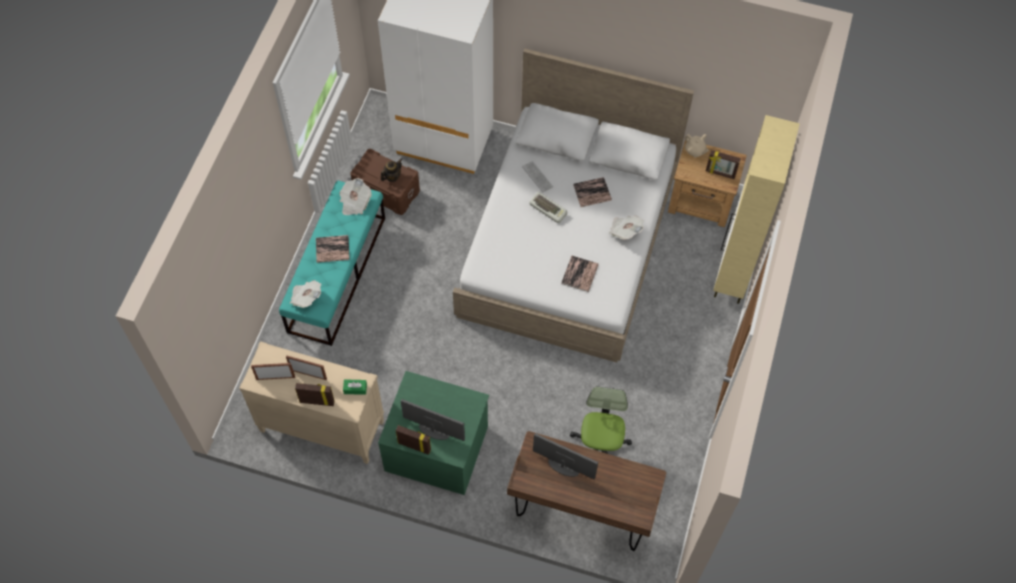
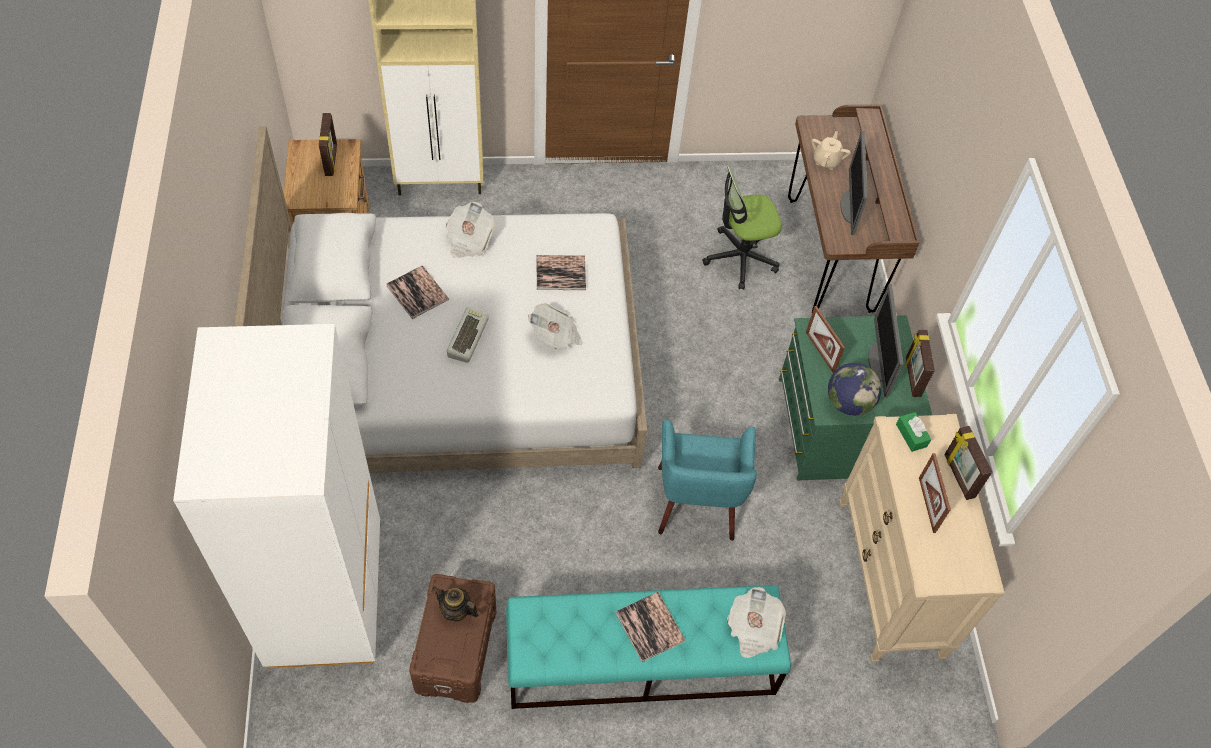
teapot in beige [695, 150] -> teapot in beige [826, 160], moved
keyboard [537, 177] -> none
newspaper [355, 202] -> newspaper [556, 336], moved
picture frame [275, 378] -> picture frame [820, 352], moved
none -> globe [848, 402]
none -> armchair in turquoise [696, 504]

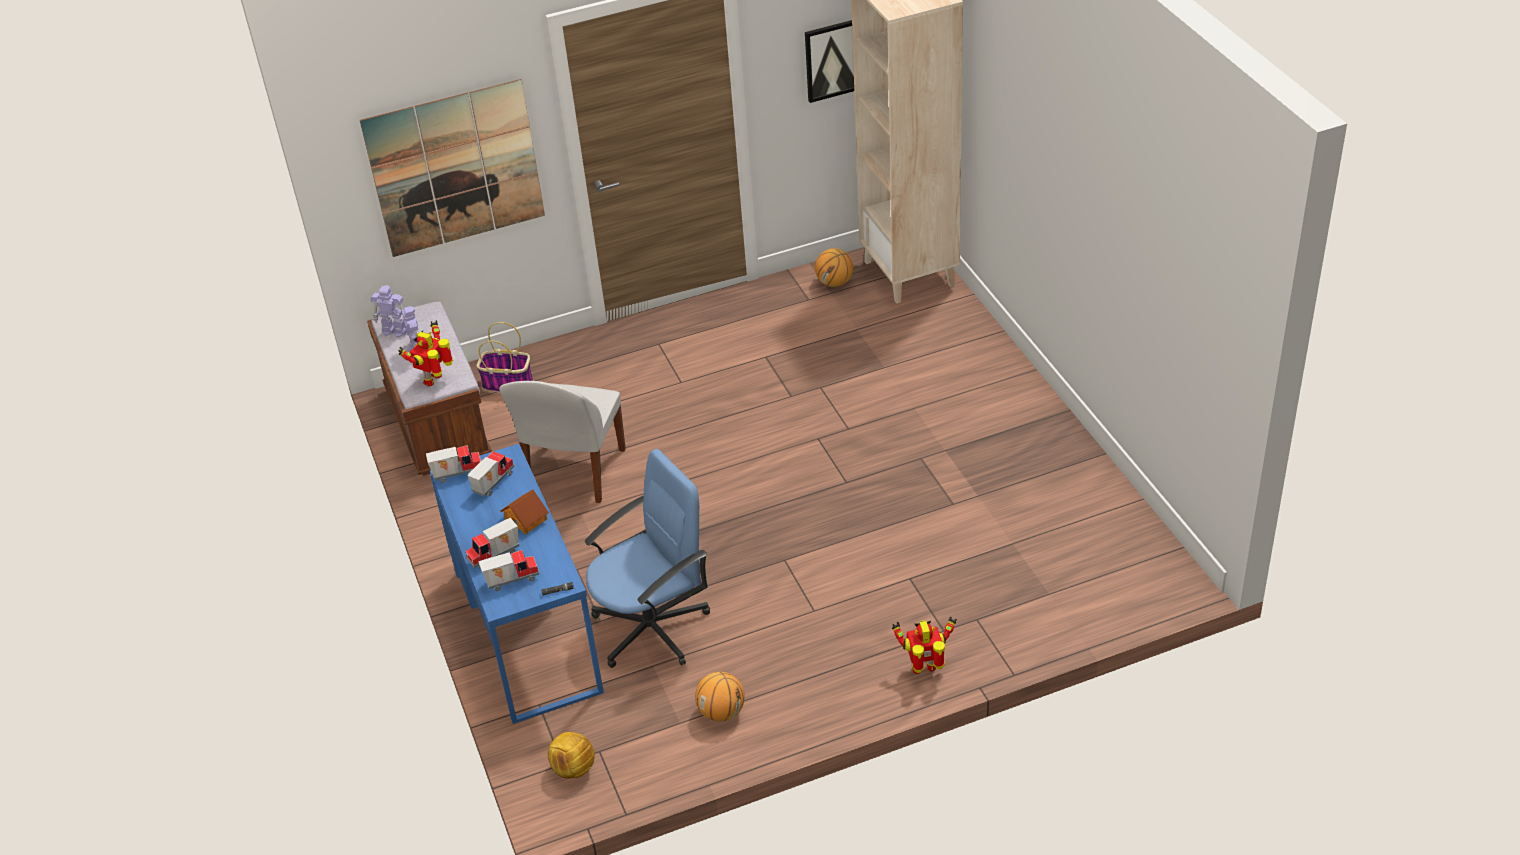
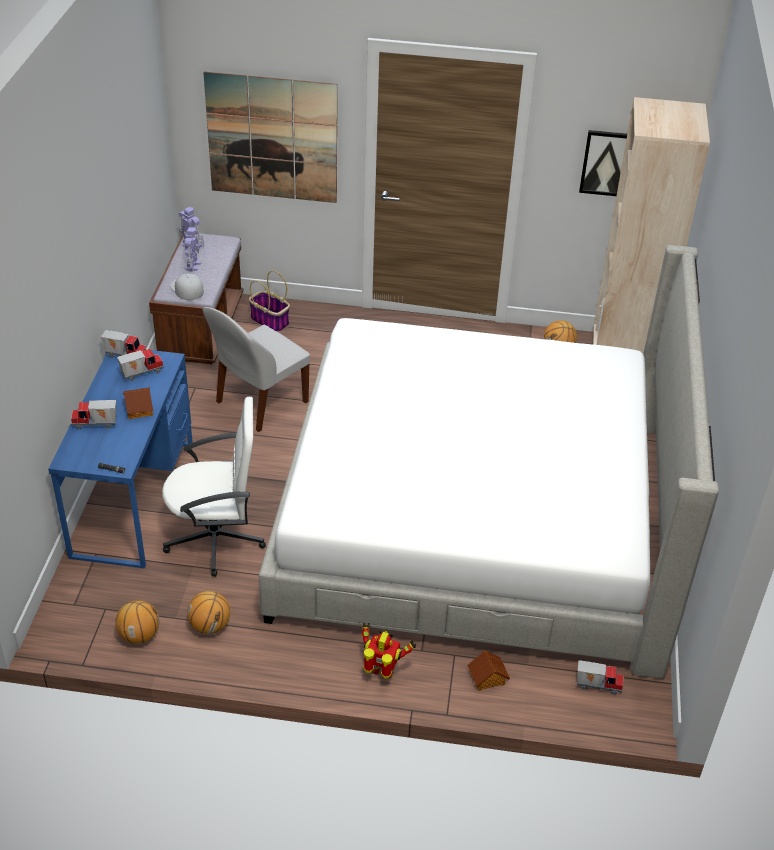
toy robot [435, 379] -> cap in white [186, 289]
office chair in blue [652, 628] -> office chair in white [217, 539]
toy truck [511, 579] -> toy truck [597, 685], moved
football [573, 769] -> none
none -> bed [476, 518]
none -> basketball [139, 635]
none -> toy house [487, 678]

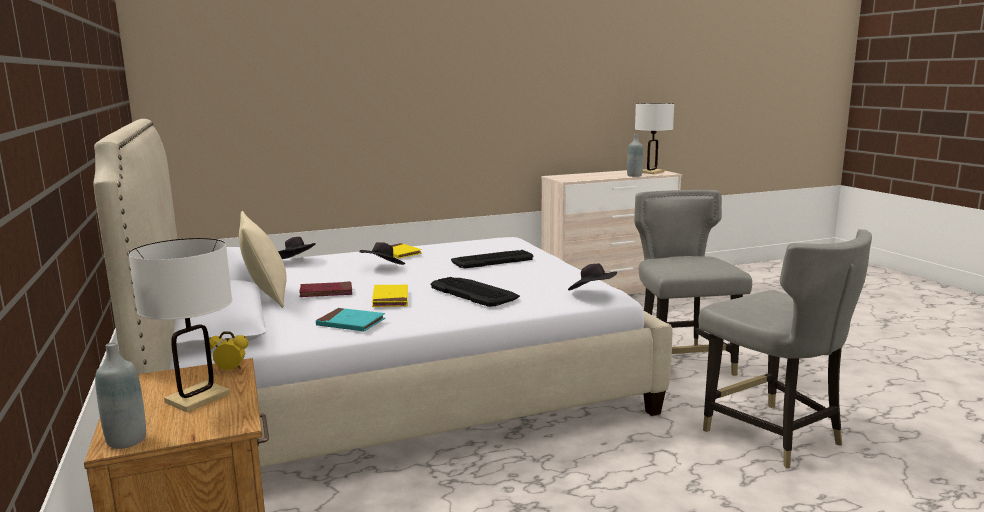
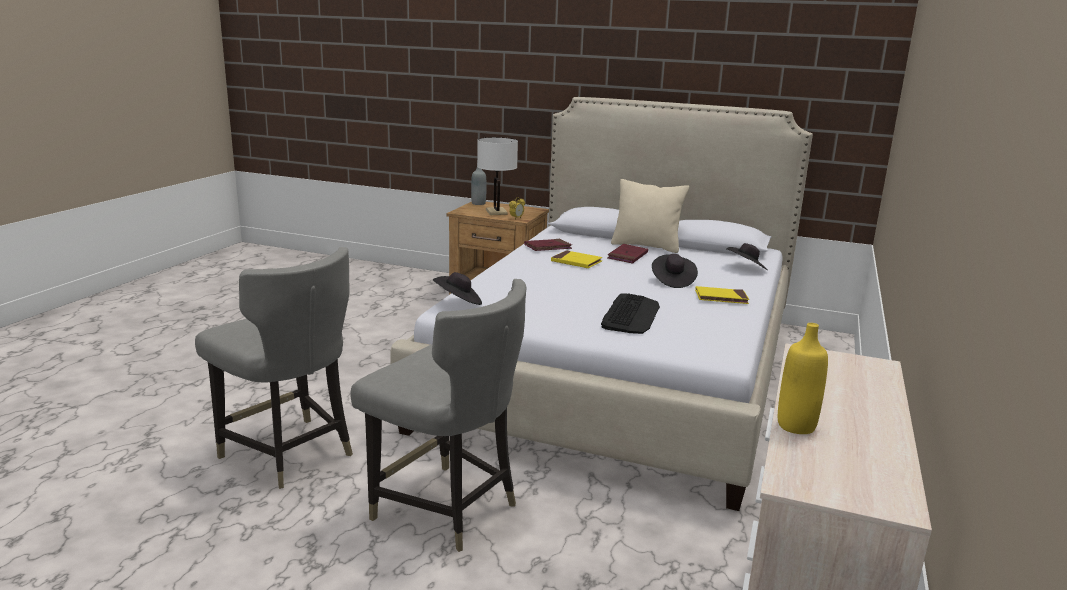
table lamp in white [651, 172] -> none
bottle in grey [634, 175] -> bottle in yellow [796, 426]
chair in grey [772, 435] -> chair in grey [289, 454], 150 degrees counterclockwise
keyboard [474, 292] -> none
book in turquoise [351, 323] -> book in red [548, 247]

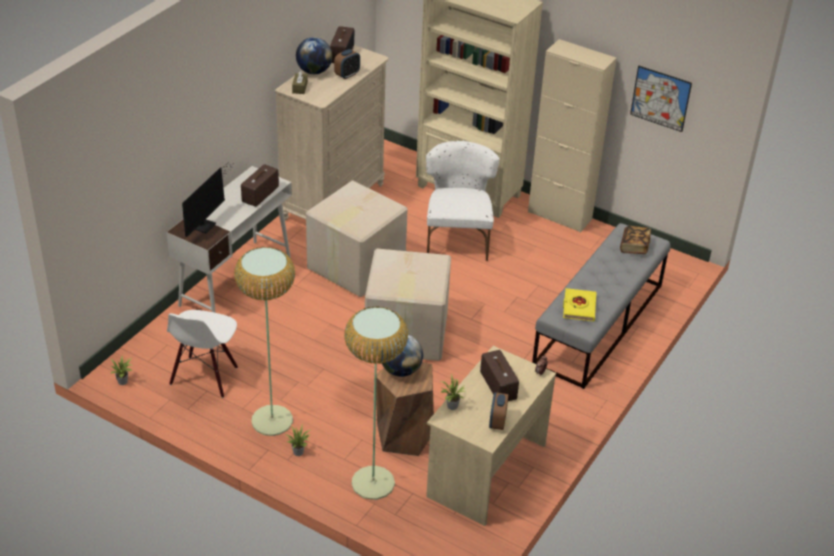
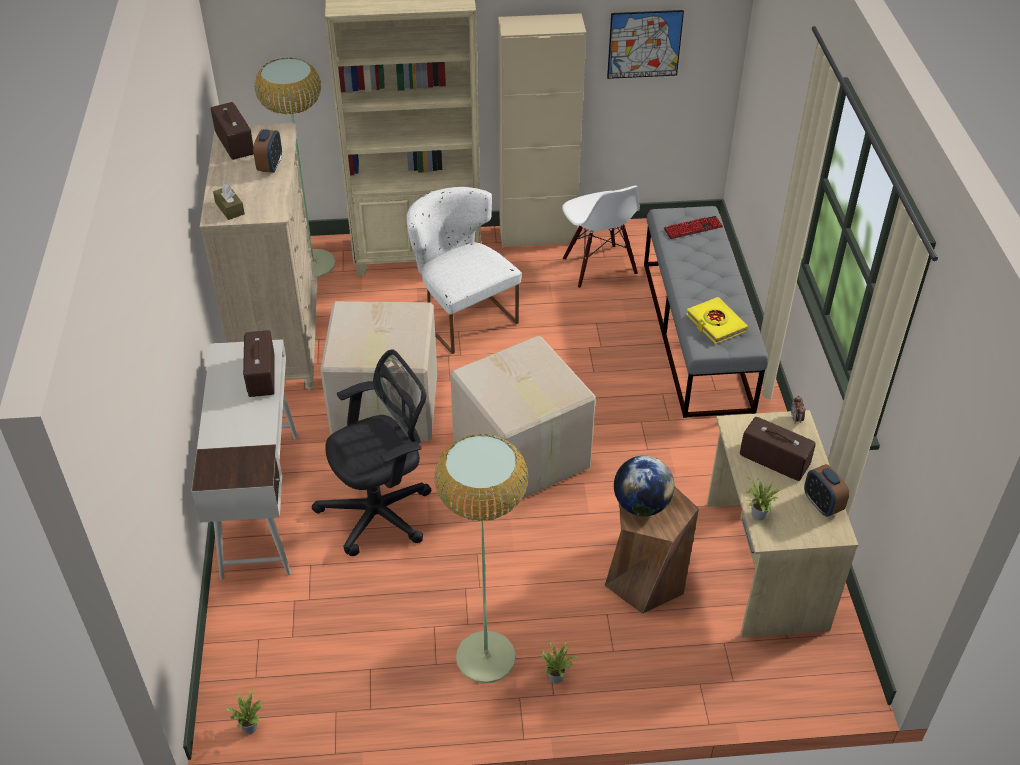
globe [314, 71] -> none
monitor [206, 224] -> none
book [634, 246] -> keyboard [693, 228]
floor lamp [373, 482] -> floor lamp [313, 264], moved
chair in white [204, 377] -> chair in white [598, 267], moved
none -> office chair in black [381, 512]

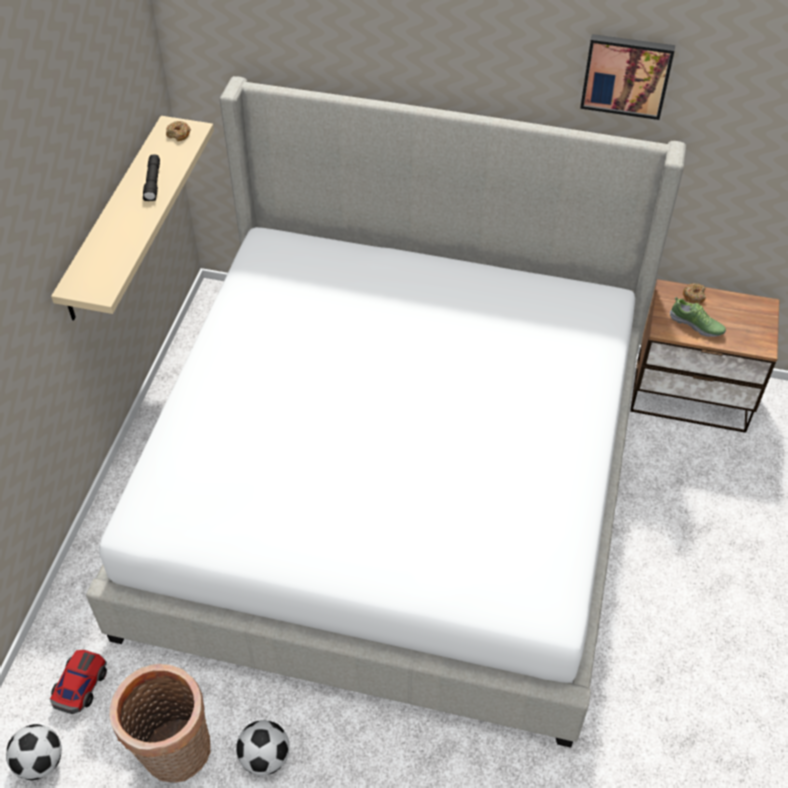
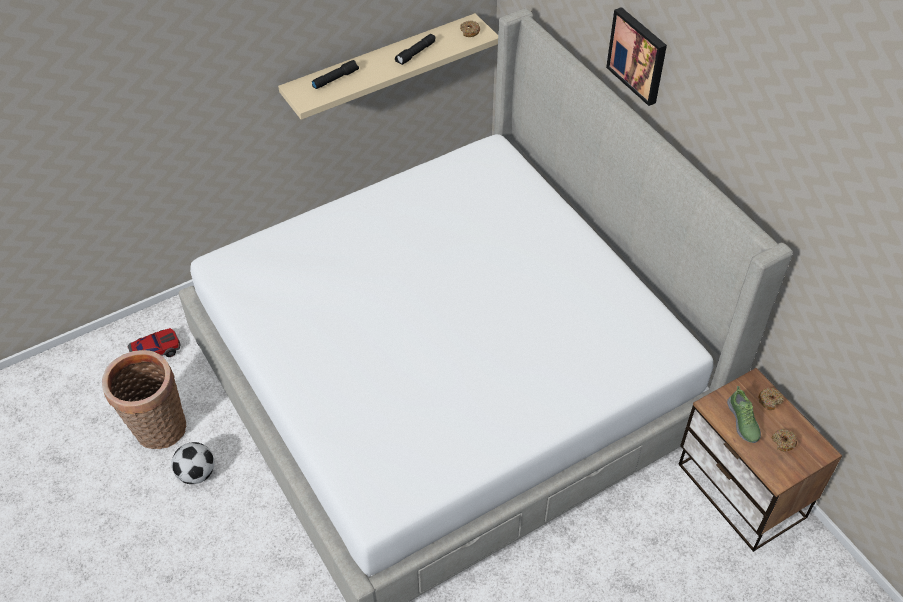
picture [626, 74] -> picture [638, 55], moved
football [40, 762] -> none
none -> flashlight in black [335, 78]
none -> donut [783, 442]

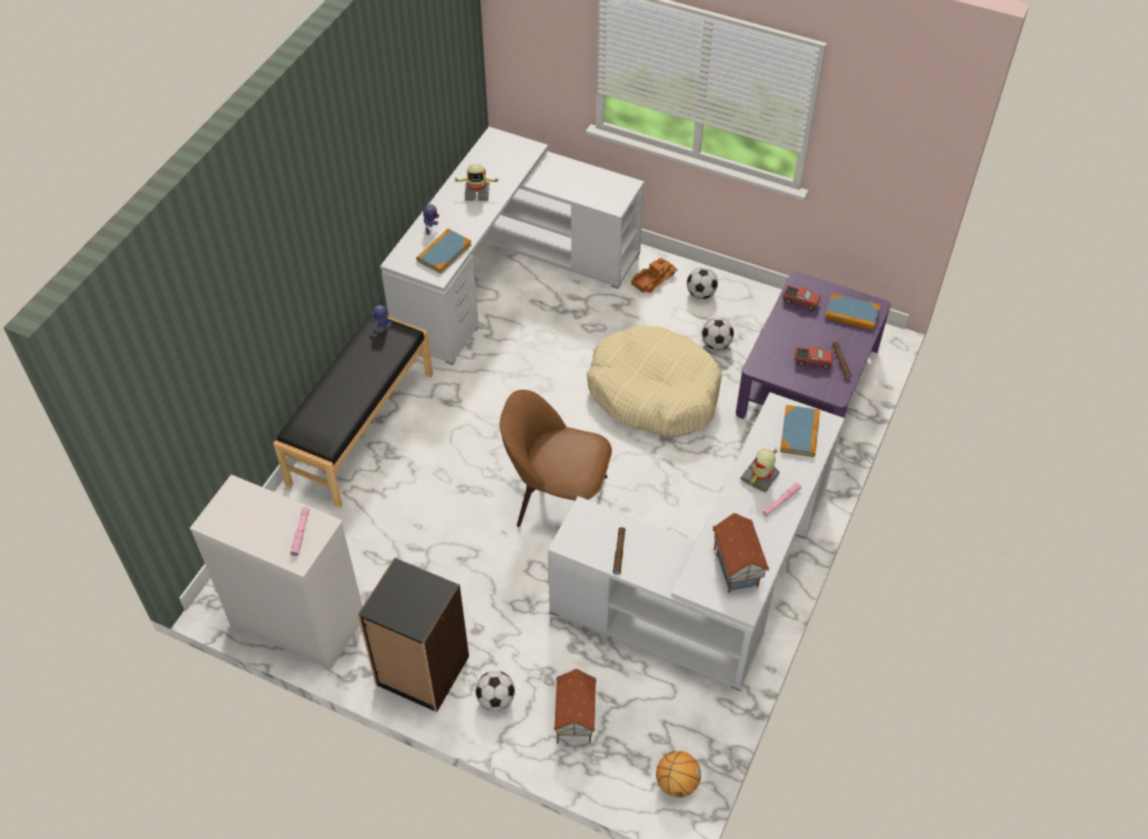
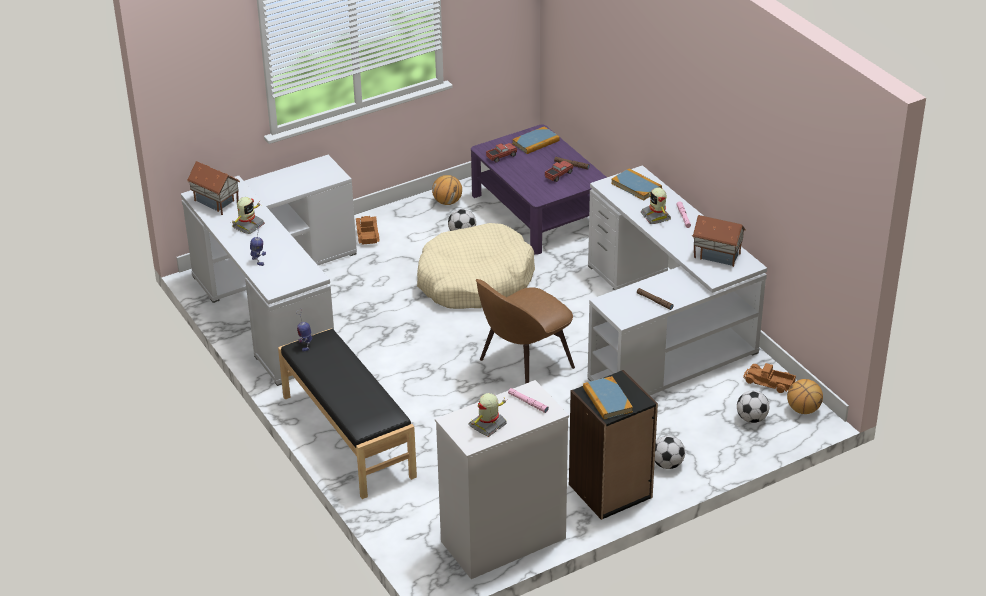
book [444, 253] -> book [607, 400], moved
football [701, 294] -> football [751, 418], moved
toy house [574, 719] -> toy house [215, 203], moved
none -> basketball [447, 202]
none -> toy truck [769, 383]
none -> toy robot [488, 425]

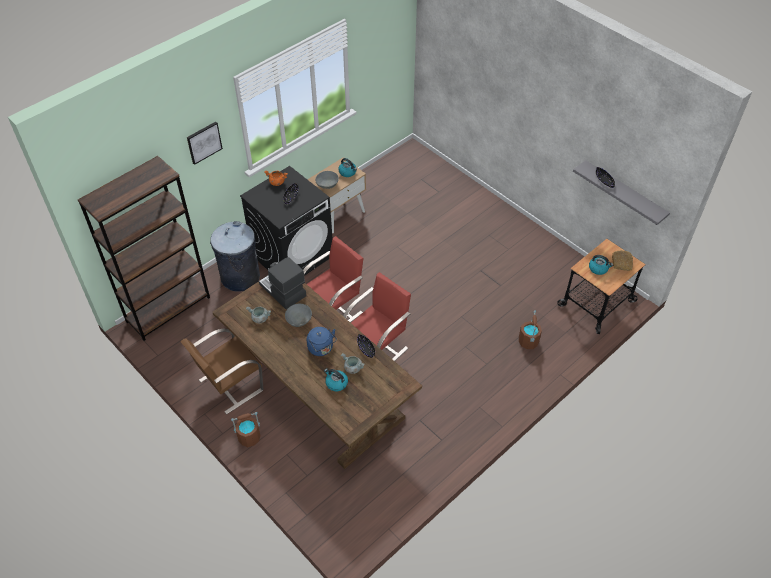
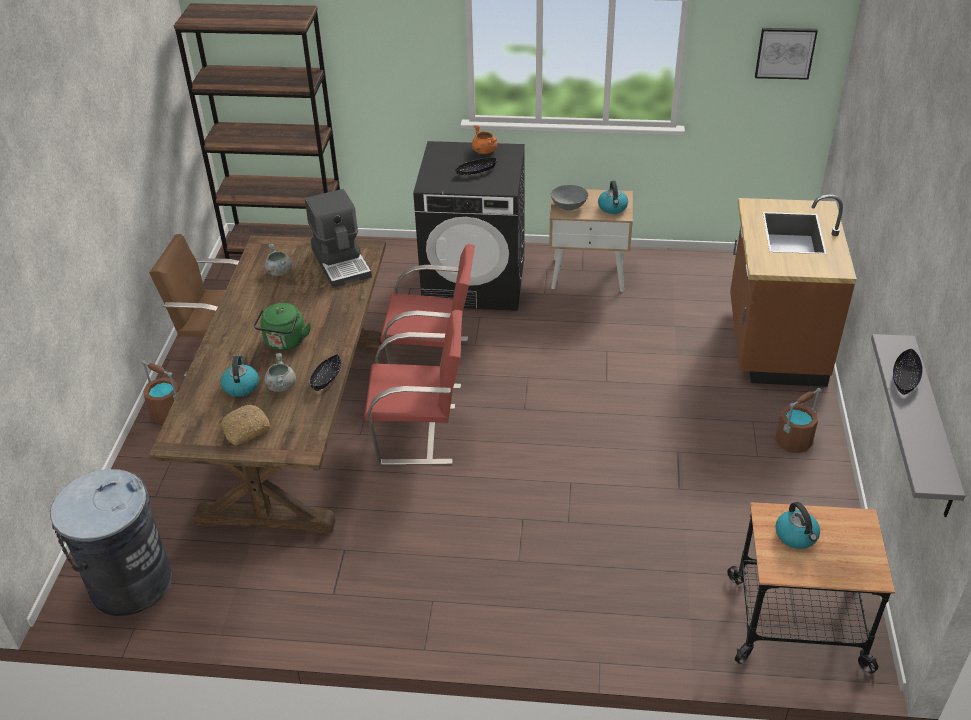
picture [204, 142] -> picture [785, 52], moved
trash can in grey [240, 277] -> trash can in grey [130, 582], moved
bread [622, 263] -> bread [246, 430], moved
coffee machine [282, 291] -> coffee machine [342, 262], 150 degrees clockwise
bowl in grey [299, 319] -> none
bucket in brown [528, 341] -> bucket in brown [793, 441], moved
kettle in blue [321, 349] -> kettle in green [285, 343]
none -> counter in brown [773, 343]

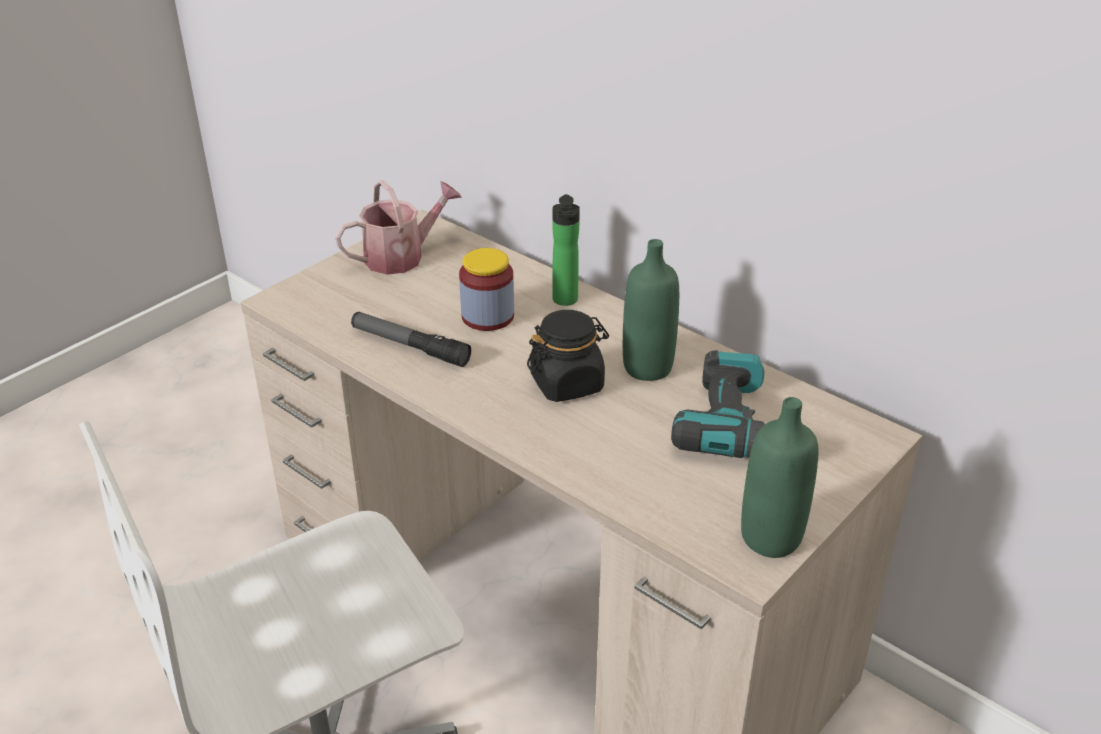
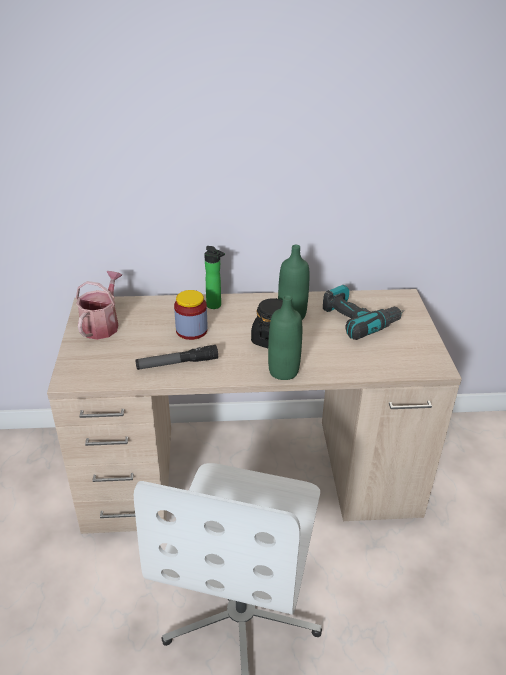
bottle in green [771, 538] -> bottle in green [283, 371], moved

